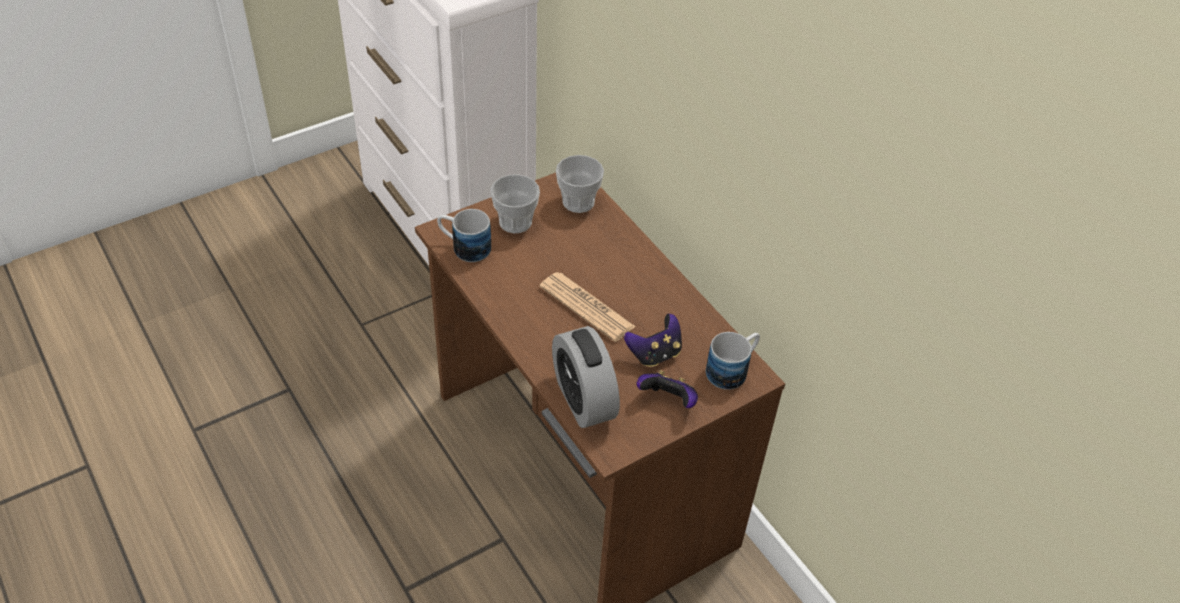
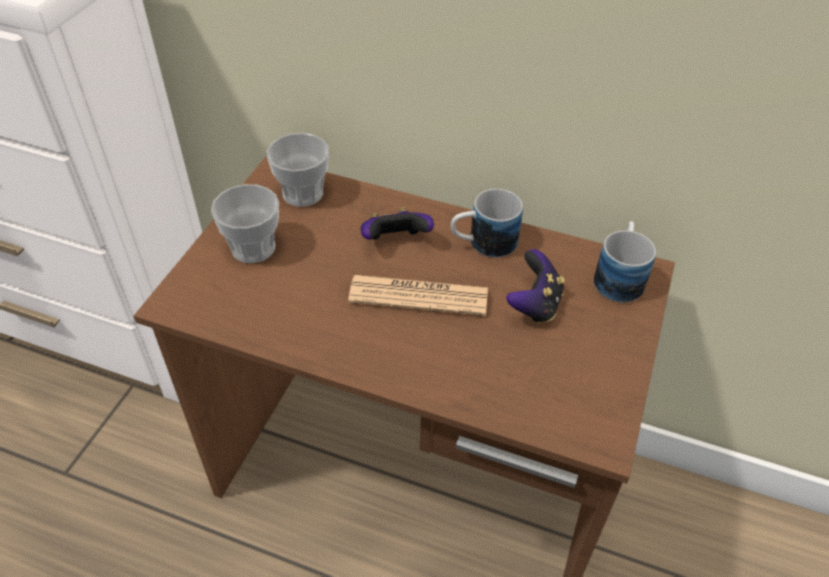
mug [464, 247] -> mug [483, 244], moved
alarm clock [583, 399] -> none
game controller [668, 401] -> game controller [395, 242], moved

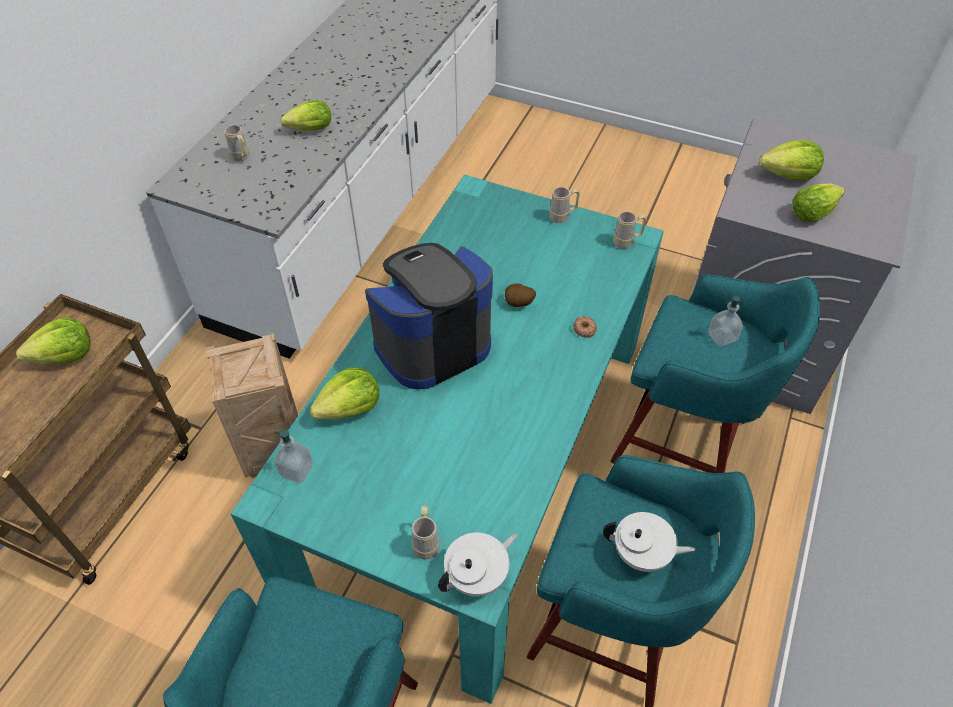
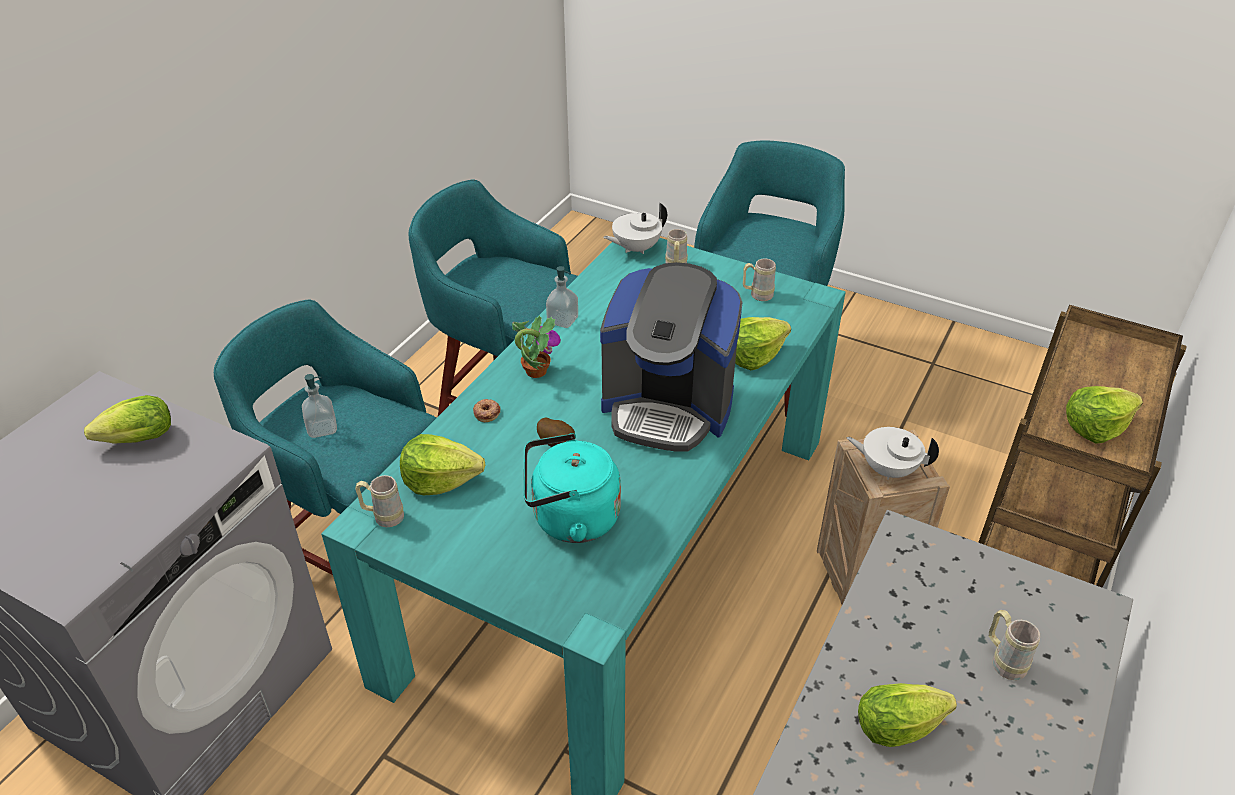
lettuce [789, 175] -> lettuce [440, 480], moved
mug in beige [563, 217] -> mug in beige [757, 295], moved
coffee machine [431, 344] -> coffee machine [668, 407], 45 degrees clockwise
soap dispenser [296, 470] -> soap dispenser [562, 320], moved
teapot in white [642, 554] -> teapot in white [887, 469], moved
none -> potted plant [535, 371]
none -> kettle in turquoise [570, 519]

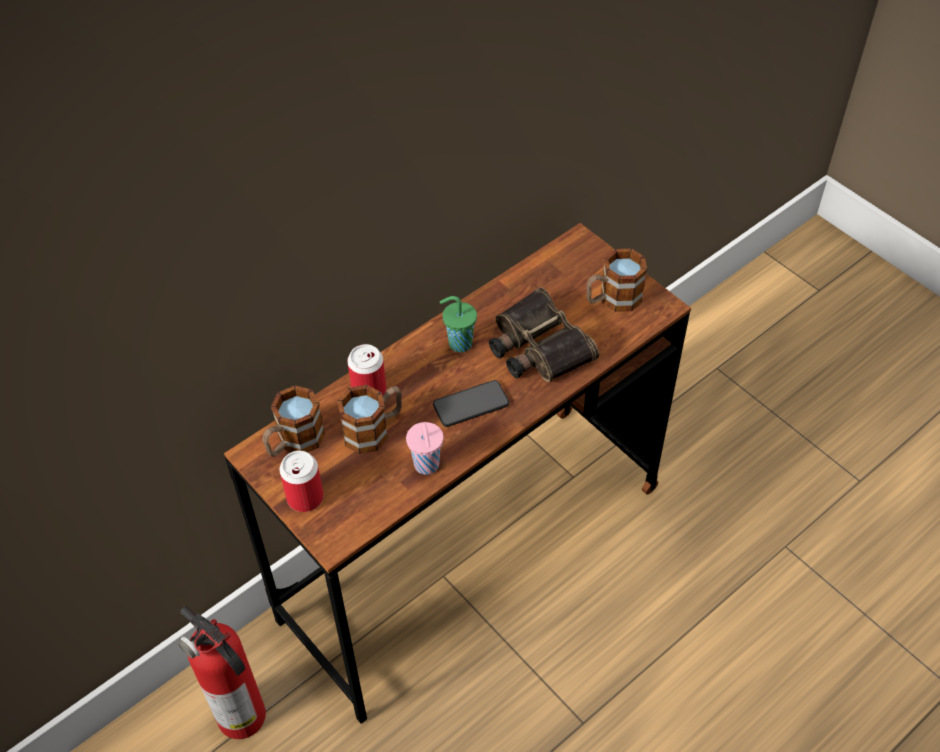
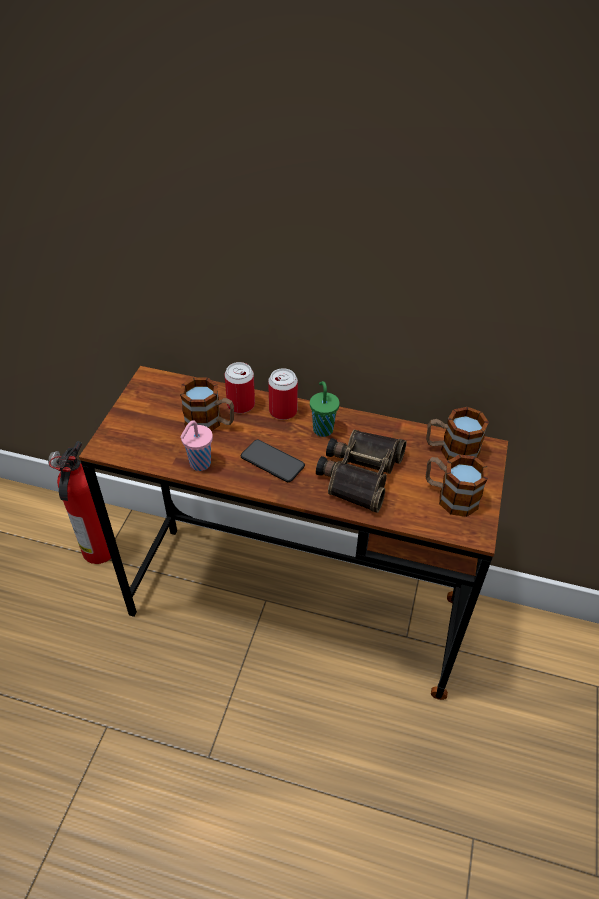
mug [294, 442] -> mug [451, 450], moved
can [305, 497] -> can [283, 411], moved

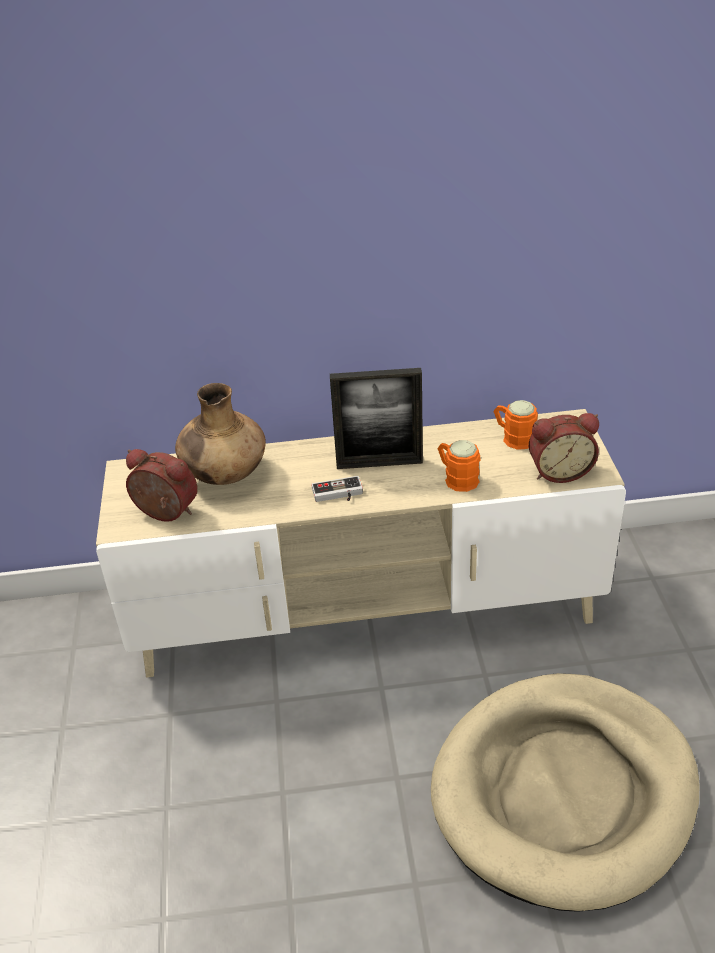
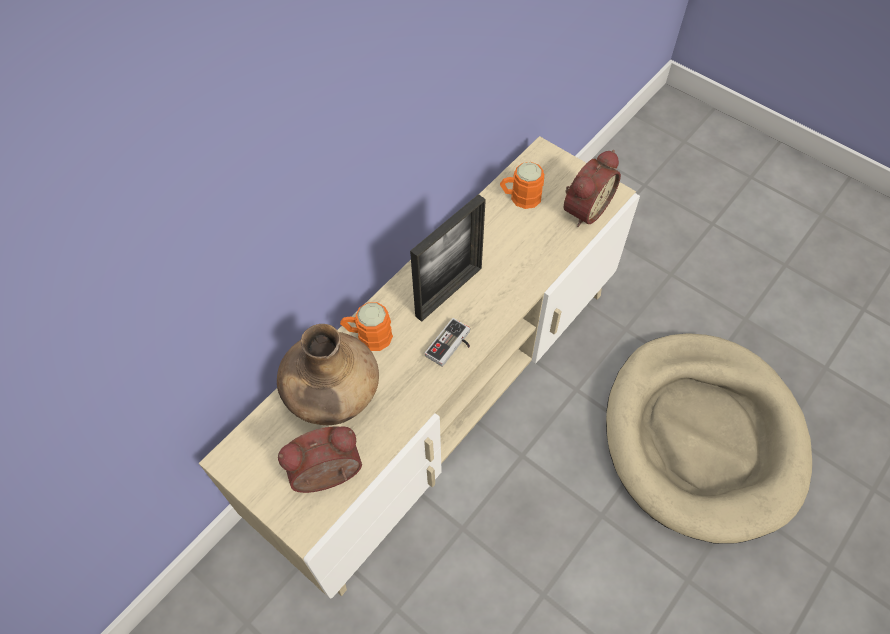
mug in orange [456, 478] -> mug in orange [368, 336], moved

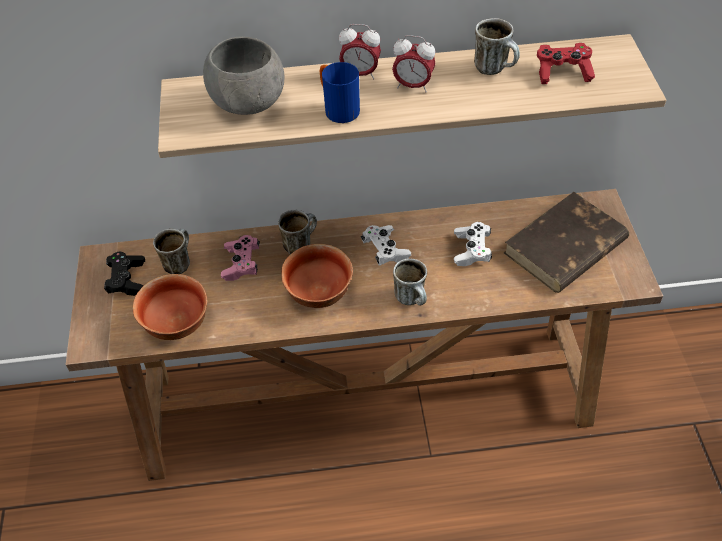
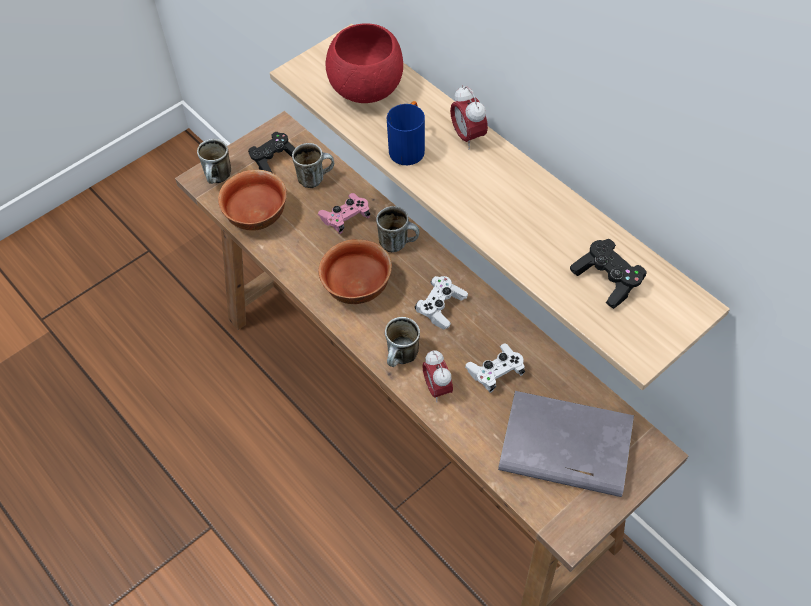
mug [495, 69] -> mug [219, 179], moved
alarm clock [413, 86] -> alarm clock [437, 388], moved
bowl in grey [248, 103] -> bowl in red [367, 89]
game controller in red [562, 72] -> game controller in black [607, 280]
book in brown [564, 247] -> book in grey [563, 447]

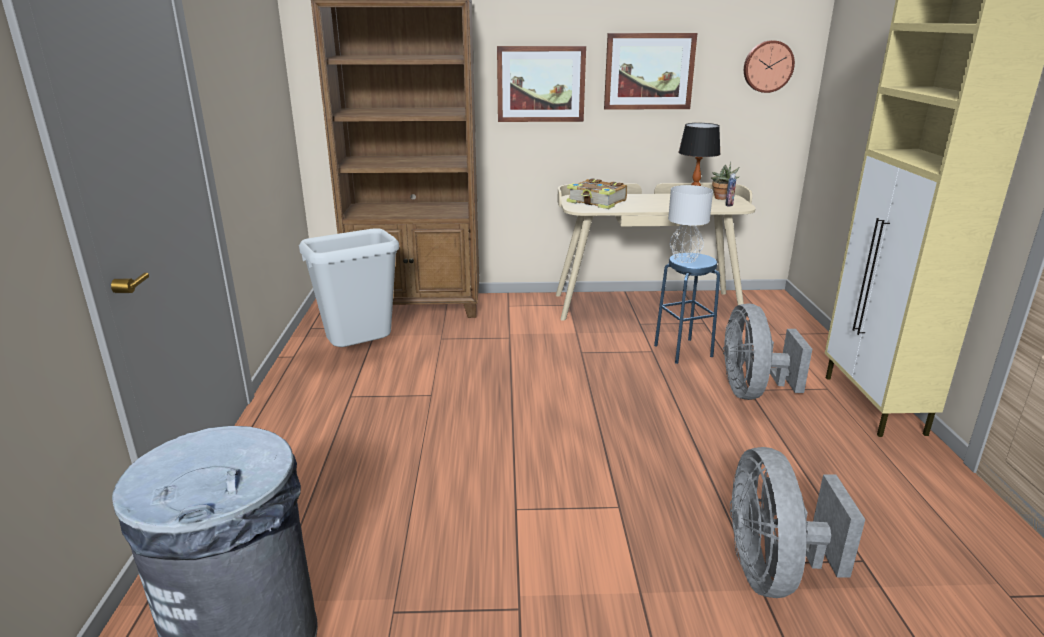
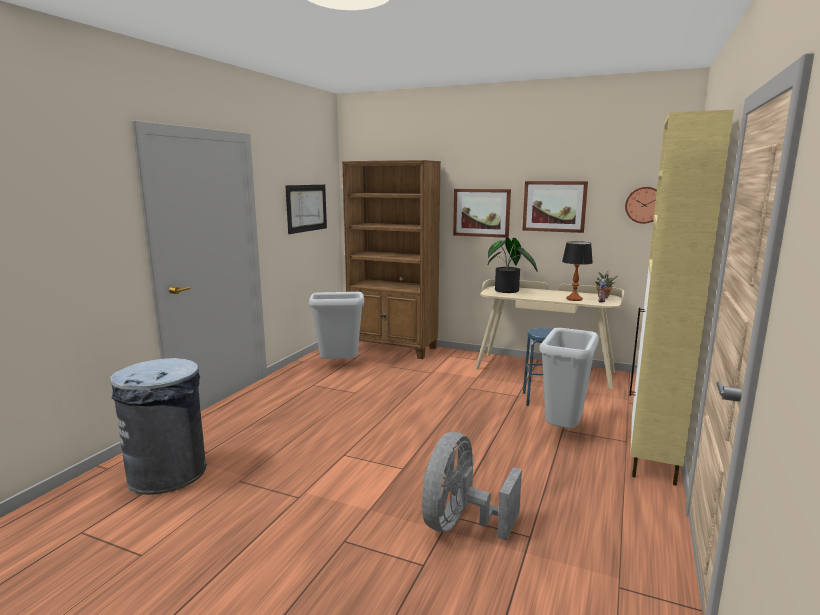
book [597, 202] -> potted plant [508, 291]
table lamp in grey [685, 259] -> none
fan in grey [752, 391] -> trash can in grey [563, 431]
none -> picture [307, 208]

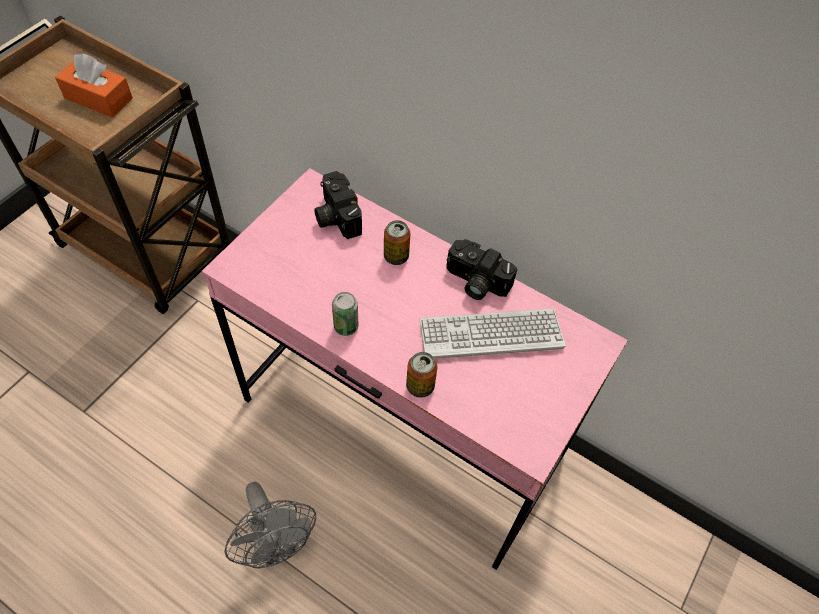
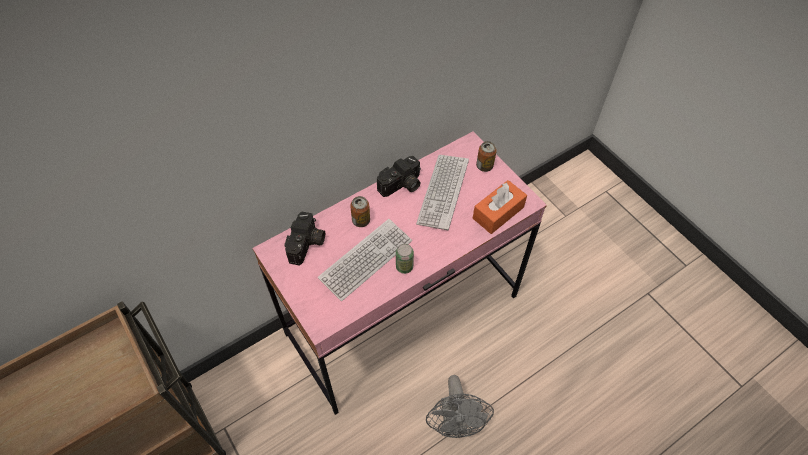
tissue box in orange [98, 98] -> tissue box in orange [498, 213], moved
photo camera [335, 216] -> photo camera [307, 245], 75 degrees counterclockwise
can [420, 386] -> can [484, 166], moved
fan in grey [276, 544] -> fan in grey [455, 423], 90 degrees clockwise
none -> keyboard [366, 260]

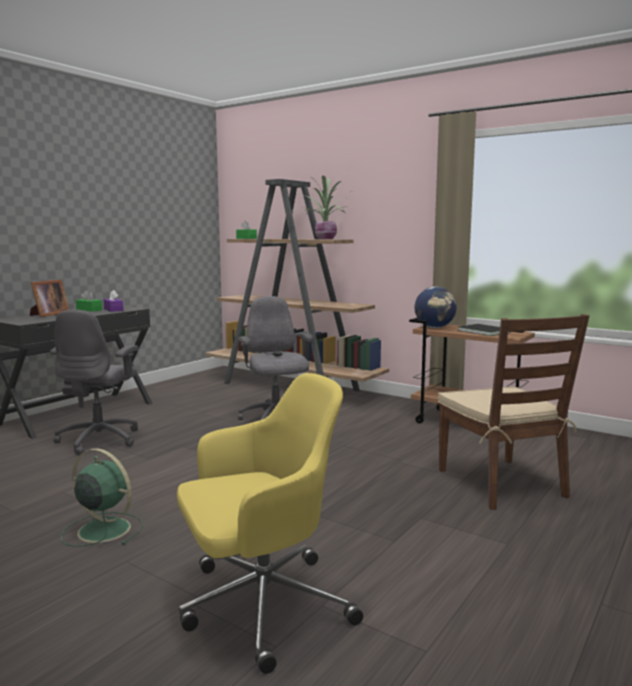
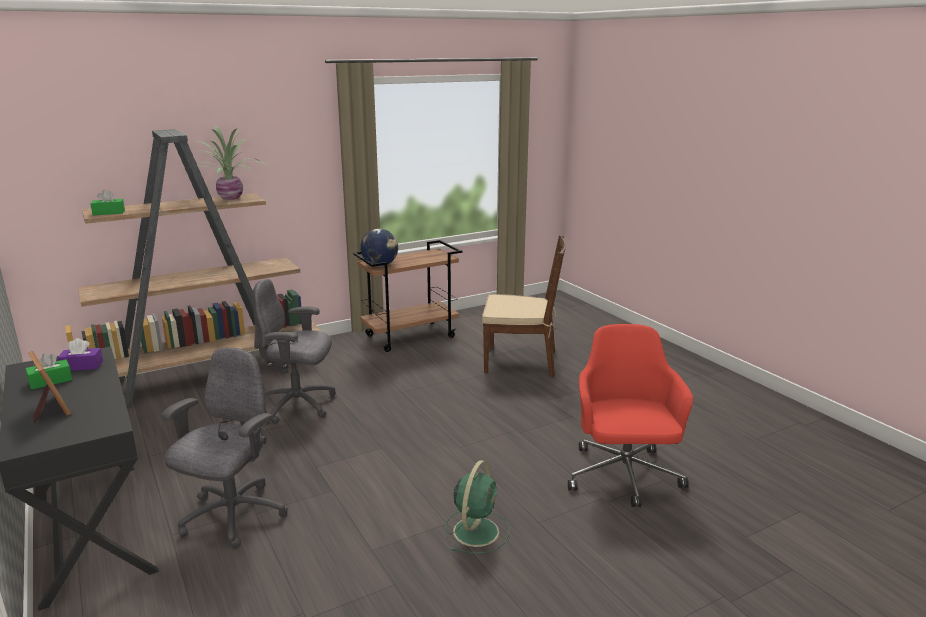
office chair in grey [100, 440] -> office chair in grey [232, 517], 105 degrees counterclockwise
book in black [483, 331] -> none
office chair in yellow [261, 606] -> office chair in red [623, 477]
fan in green [102, 529] -> fan in green [476, 530], 150 degrees clockwise

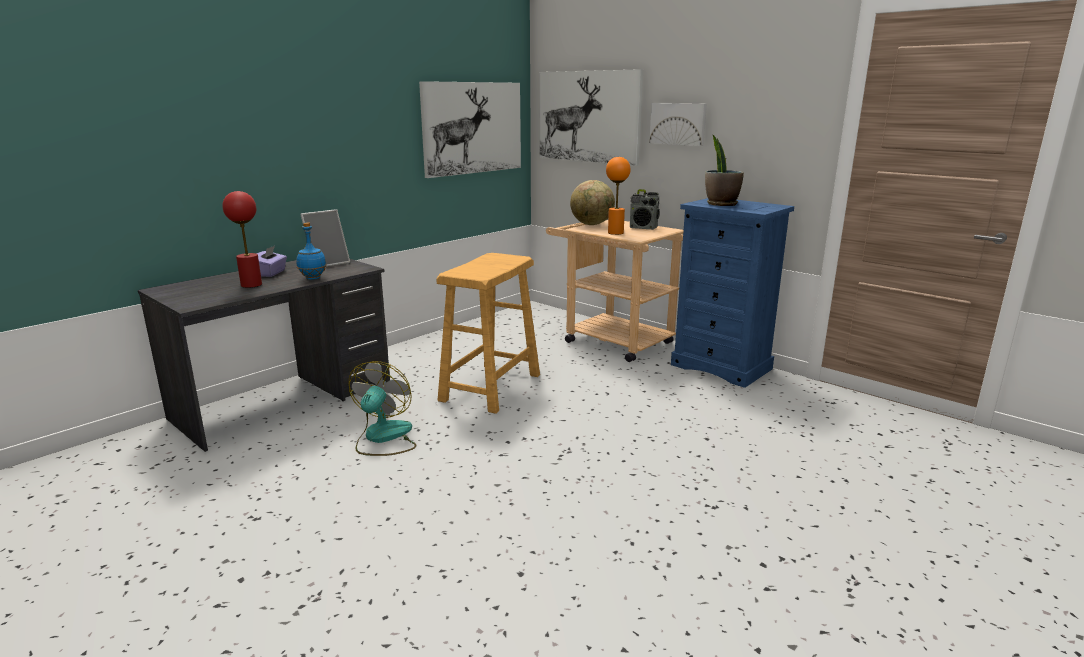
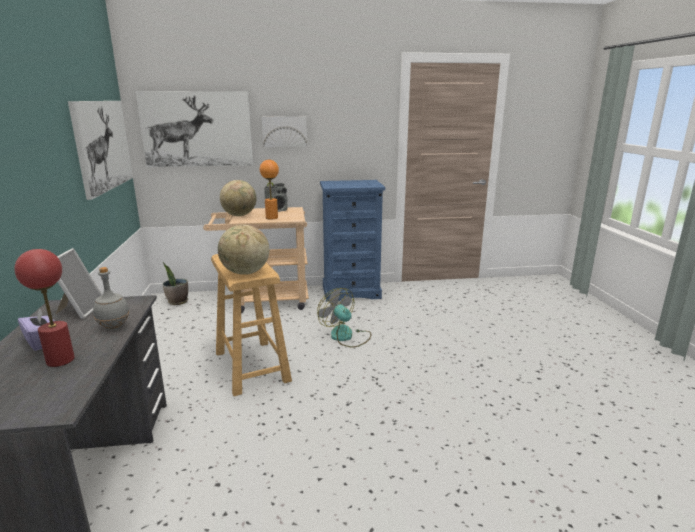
potted plant [721, 204] -> potted plant [177, 302], moved
bottle in blue [312, 278] -> bottle in grey [114, 327]
fan [383, 438] -> fan [346, 336], moved
none -> globe [245, 273]

